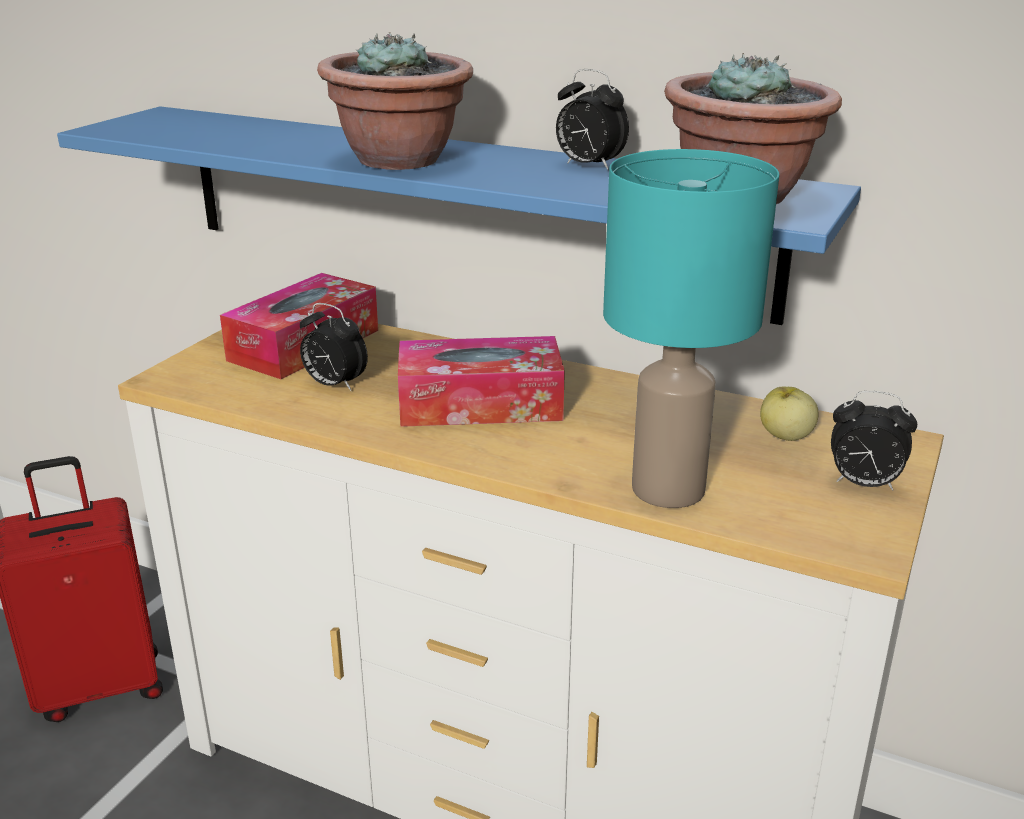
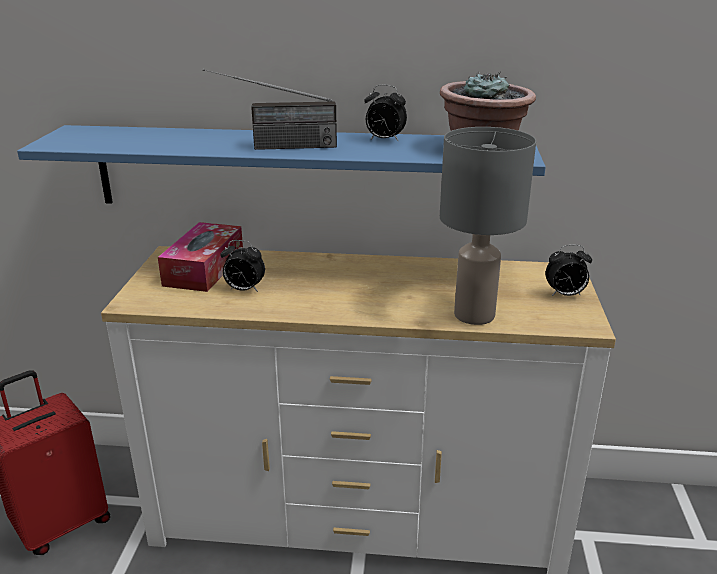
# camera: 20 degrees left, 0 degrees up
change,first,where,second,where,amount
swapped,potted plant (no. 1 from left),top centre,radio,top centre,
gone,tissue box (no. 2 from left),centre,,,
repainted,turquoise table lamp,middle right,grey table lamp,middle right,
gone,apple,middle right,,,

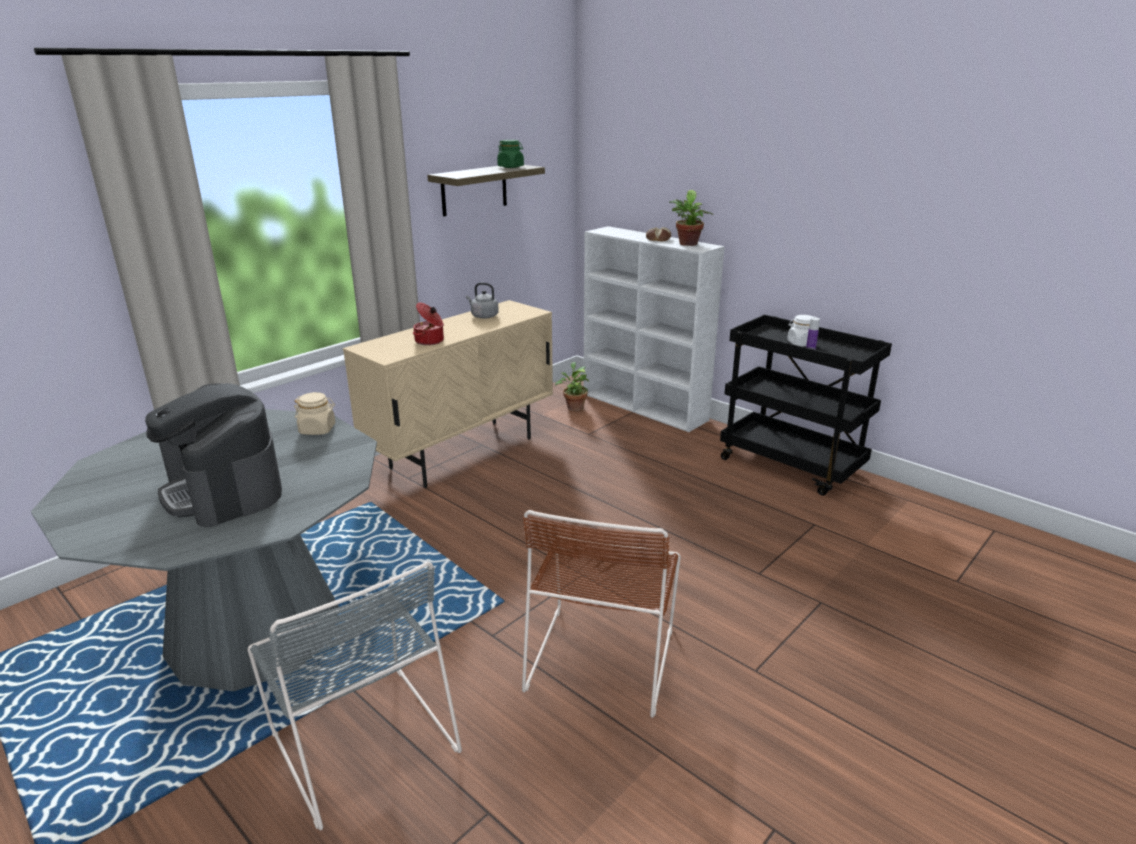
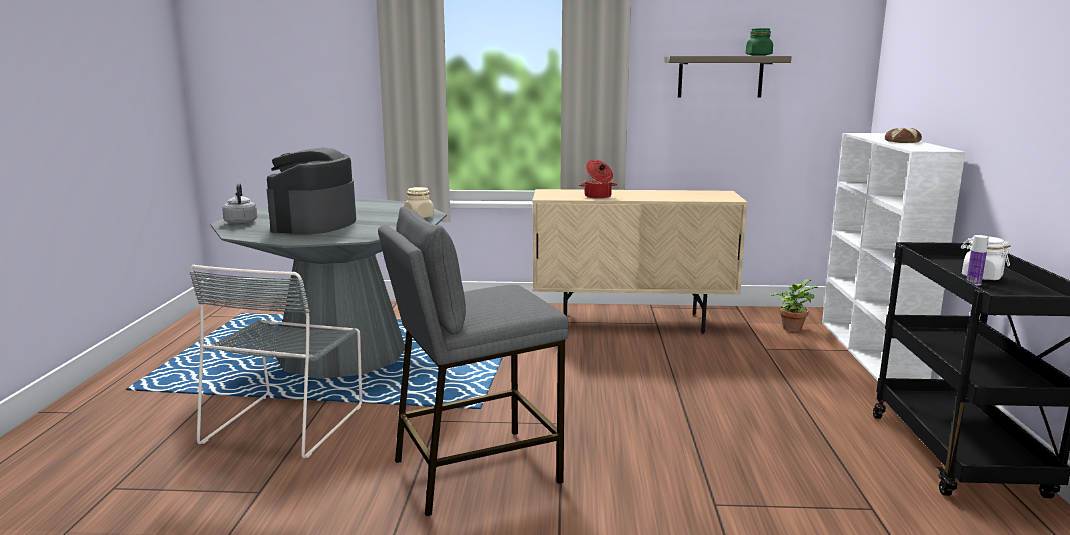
# camera: 50 degrees right, 10 degrees down
change,first,where,second,where,amount
shifted,grey kettle,centre,,middle left,
swapped,brown chair,bottom centre,grey stool,bottom centre,
gone,potted plant (no. 2 from left),top centre,,,

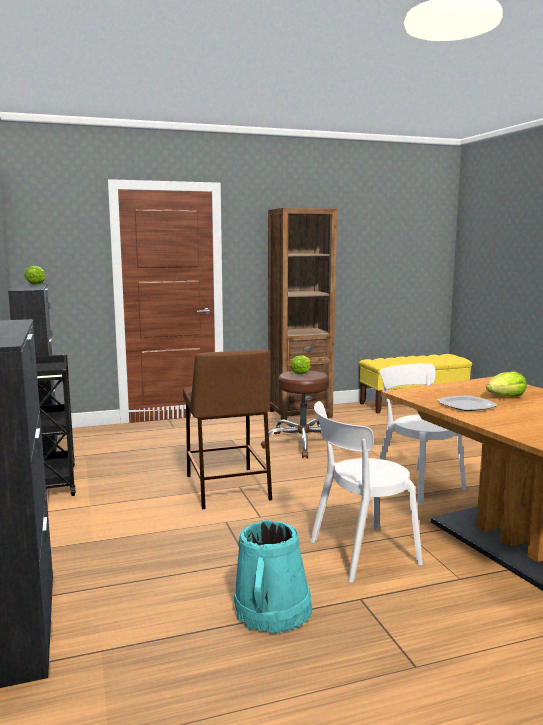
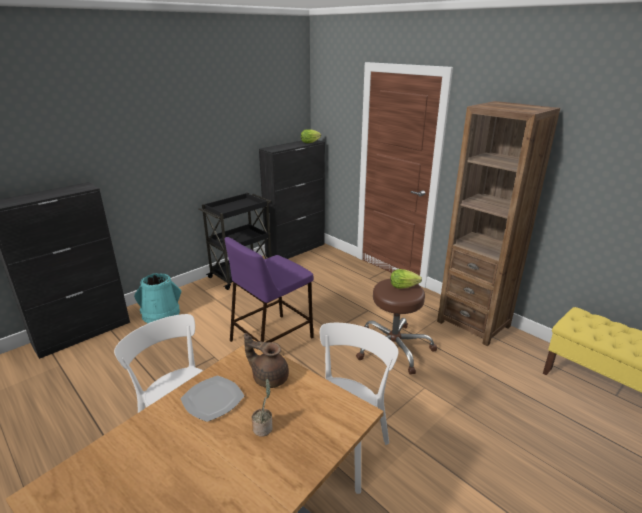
# camera: 65 degrees right, 15 degrees up
change,first,where,second,where,amount
repainted,brown stool (no. 1 from left),centre,purple stool,centre,
shifted,turquoise bucket,bottom centre,,middle left,
swapped,lettuce (no. 3 from left),middle right,potted plant,bottom centre,
new,,,brown teapot,bottom centre,

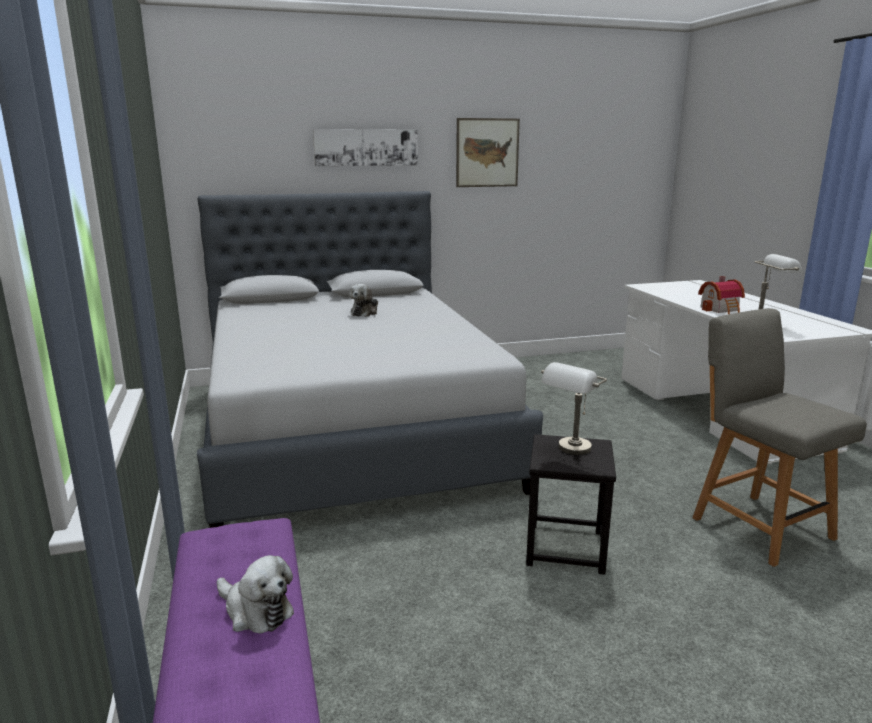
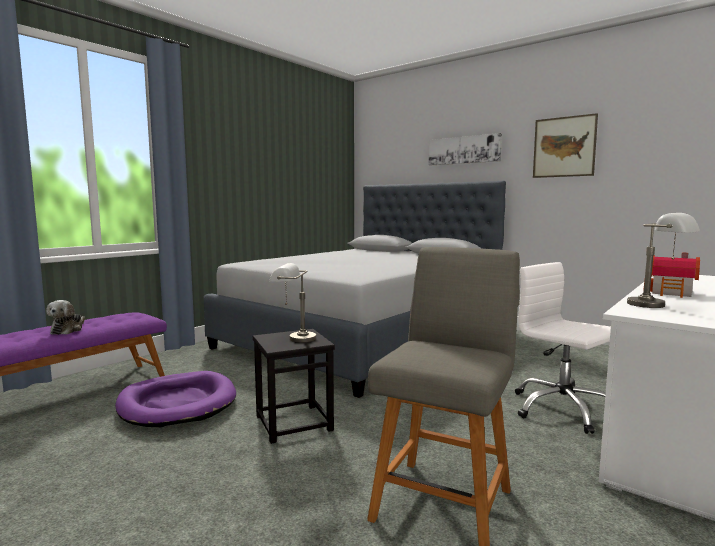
# camera: 55 degrees right, 10 degrees down
change,first,where,second,where,amount
gone,plush toy (no. 2 from left),centre,,,
new,,,purple dog bed,bottom left,
new,,,white office chair,middle right,

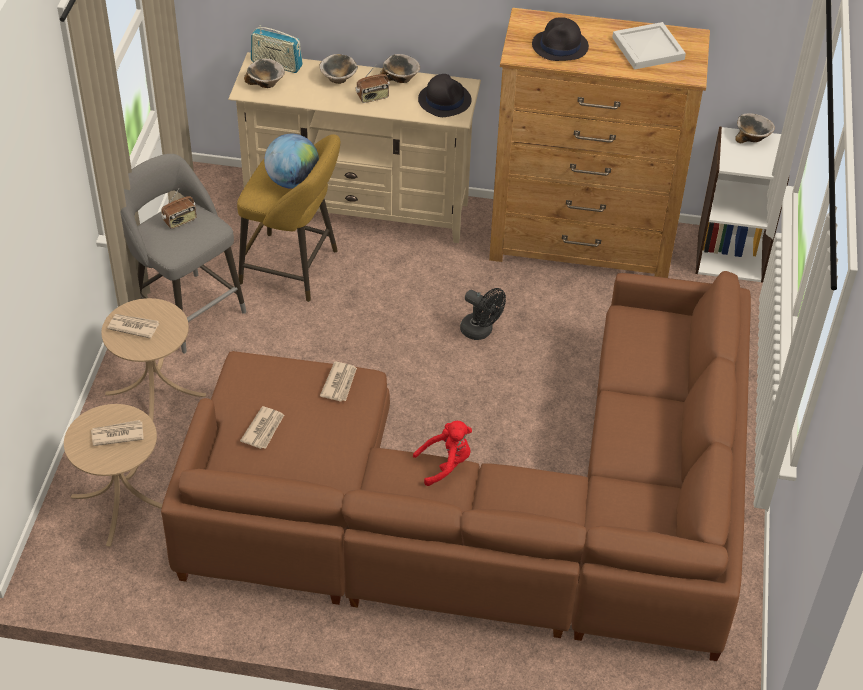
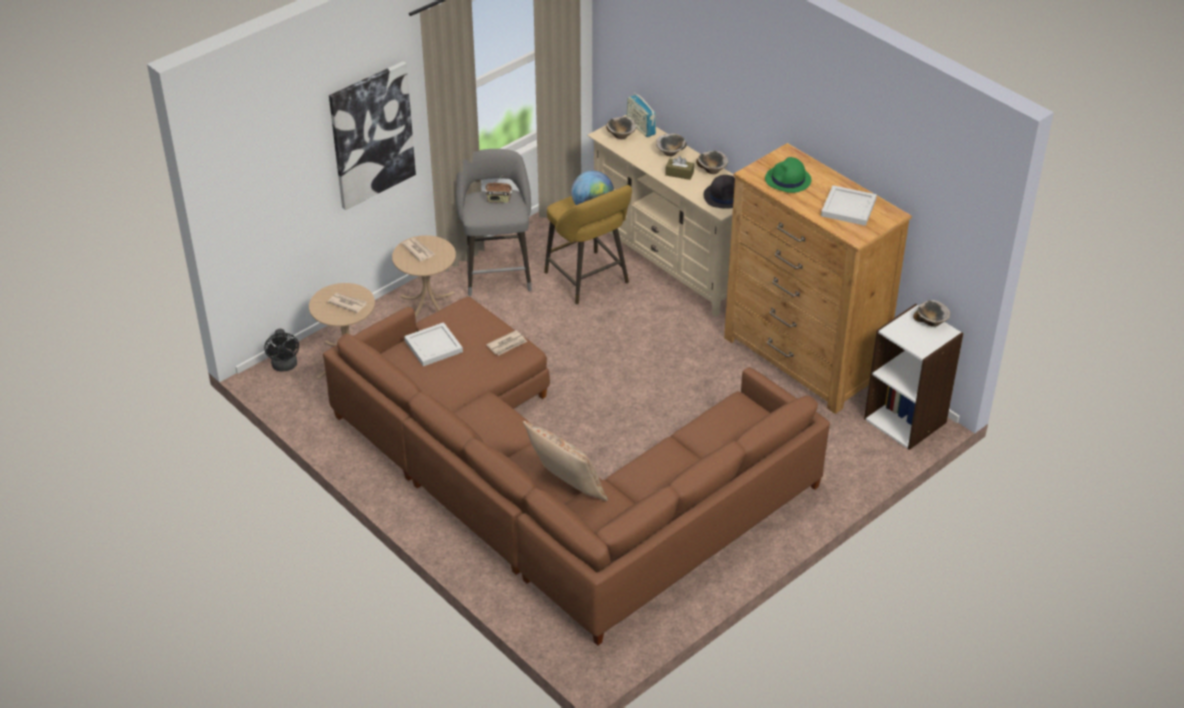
# camera: 40 degrees right, 5 degrees down
change,first,where,second,where,amount
swapped,newspaper (no. 3 from left),middle left,white tray (no. 1 from left),centre,
swapped,radio (no. 3 from left),top centre,brown tissue box,top centre,
gone,red plush toy,centre,,,
shifted,black fan,centre,,middle left,
repainted,black hat (no. 2 from left),top centre,green hat,top centre,
new,,,picture,top left,
new,,,beige pillow,centre,

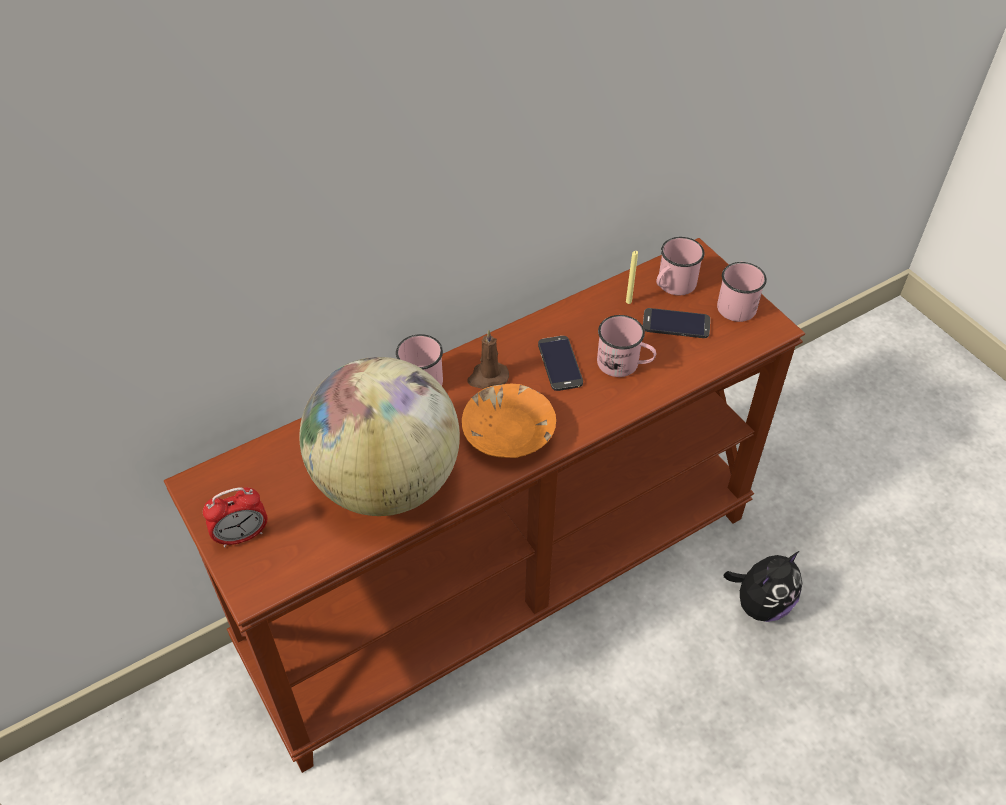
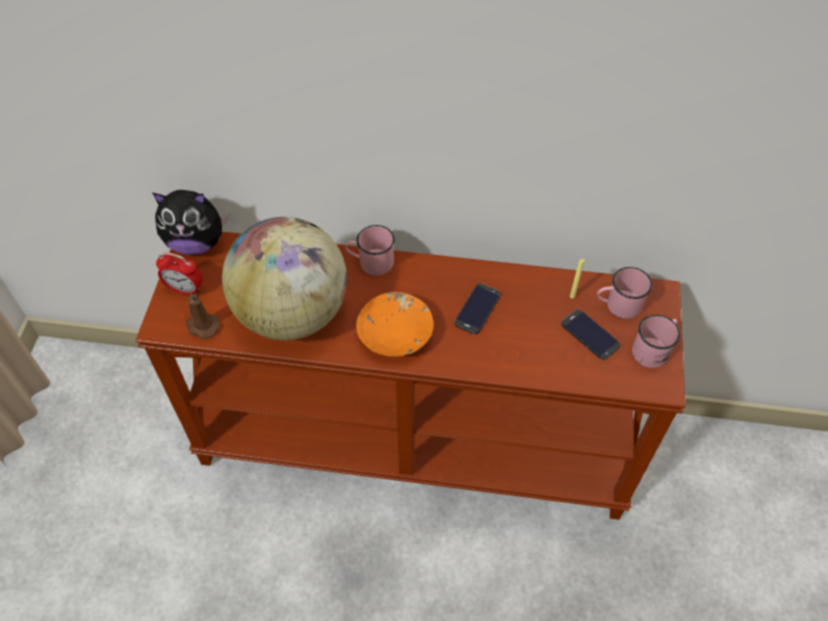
# camera: 40 degrees right, 5 degrees up
change,first,where,second,where,amount
shifted,brown candle,centre,,middle left,
gone,pink mug (no. 2 from left),centre,,,
shifted,plush toy,bottom right,,middle left,

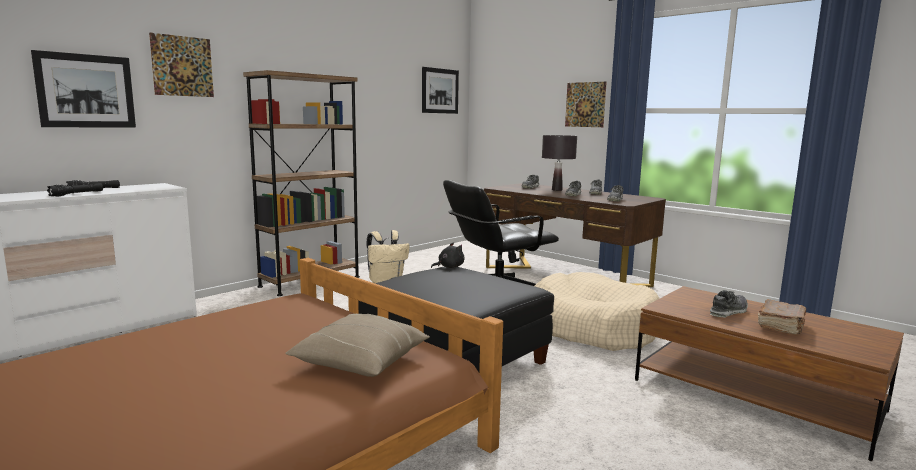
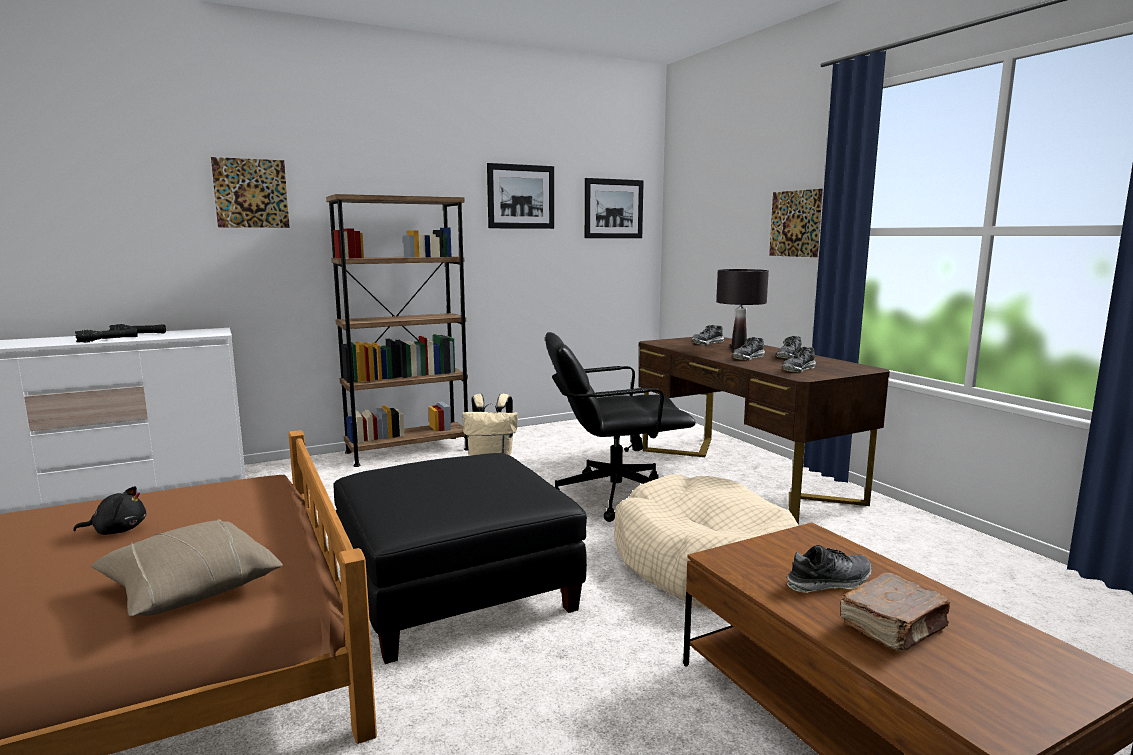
# camera: 20 degrees right, 0 degrees up
change,first,where,second,where,amount
shifted,picture (no. 1 from left in the first image),top left,picture (no. 2 from left),top centre,
shifted,black plush toy,centre,,bottom left,

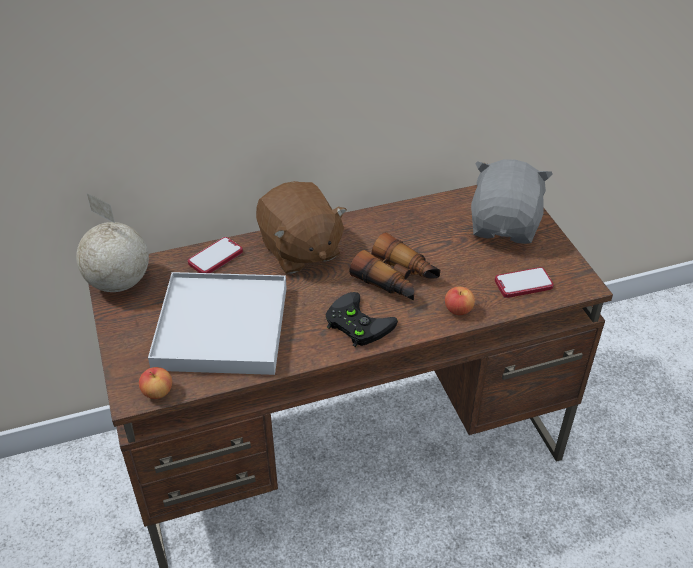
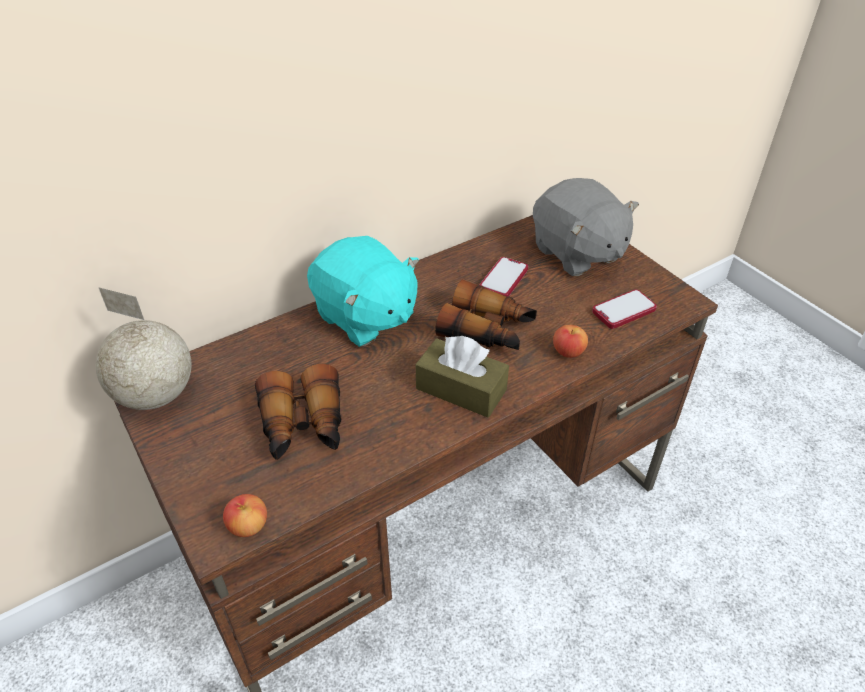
# camera: 15 degrees left, 0 degrees up
change,first,where,second,where,amount
swapped,white tray,middle left,binoculars (no. 1 from left),centre,
shifted,phone (no. 1 from left),middle left,,centre,
repainted,brown plush toy,centre,turquoise plush toy,centre,
swapped,black game controller,centre,brown tissue box,centre,
rotated,grey plush toy,middle right,,top right,150 degrees clockwise

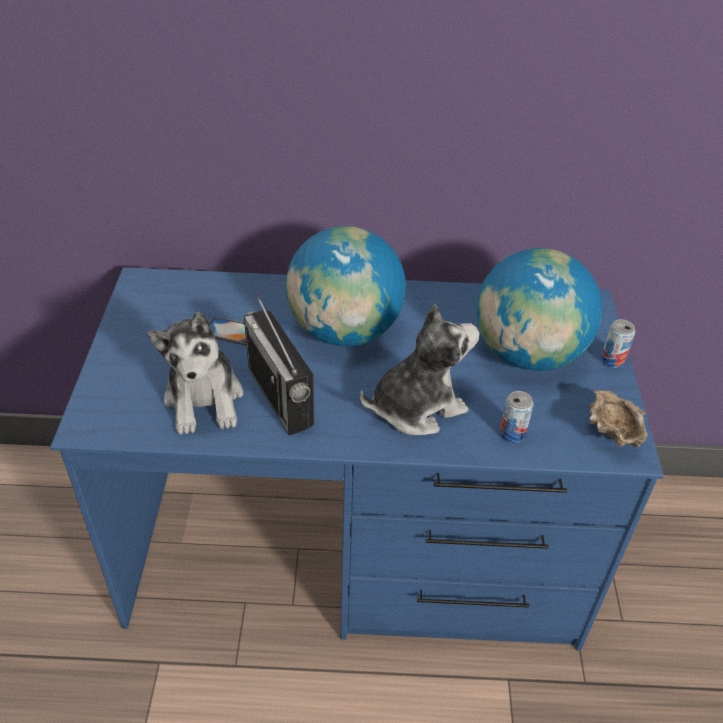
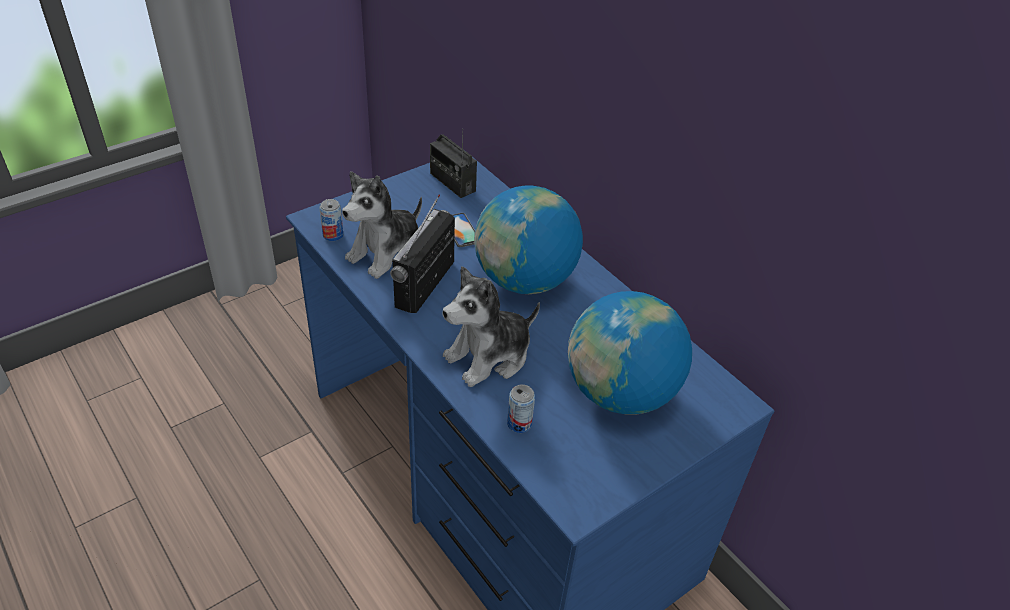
# camera: 50 degrees right, 0 degrees up
change,first,where,second,where,amount
rotated,plush toy (no. 2 from left),centre,,centre,120 degrees clockwise
gone,beige bowl,middle right,,,
shifted,can (no. 2 from left in the first image),middle right,can (no. 1 from left),middle left,
new,,,radio (no. 2 from left),top centre,

